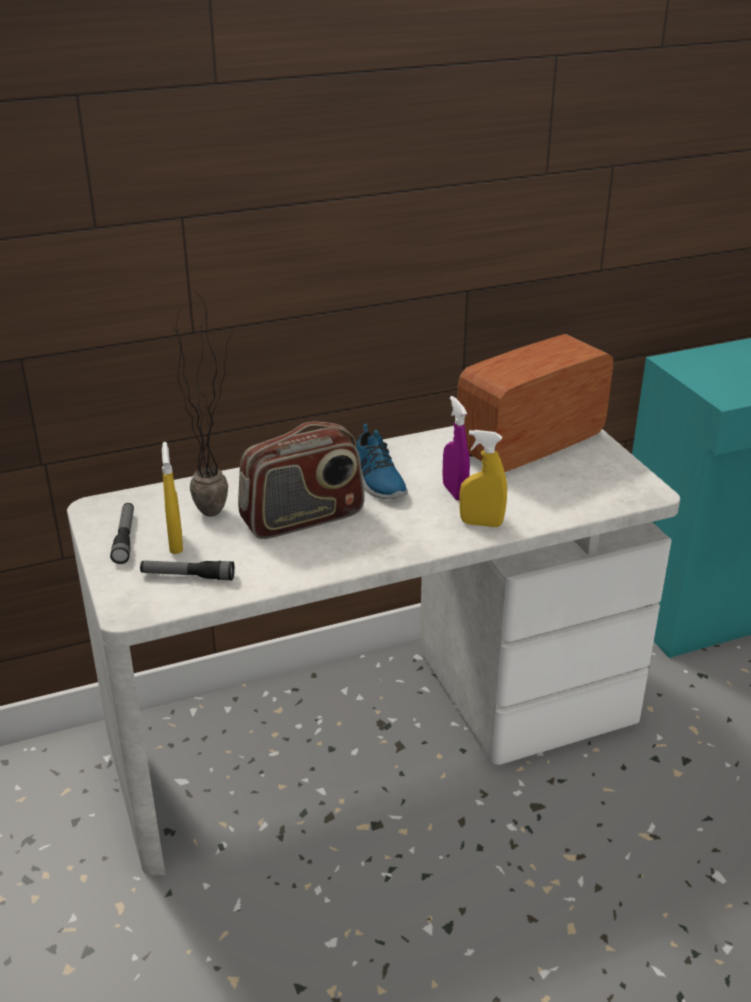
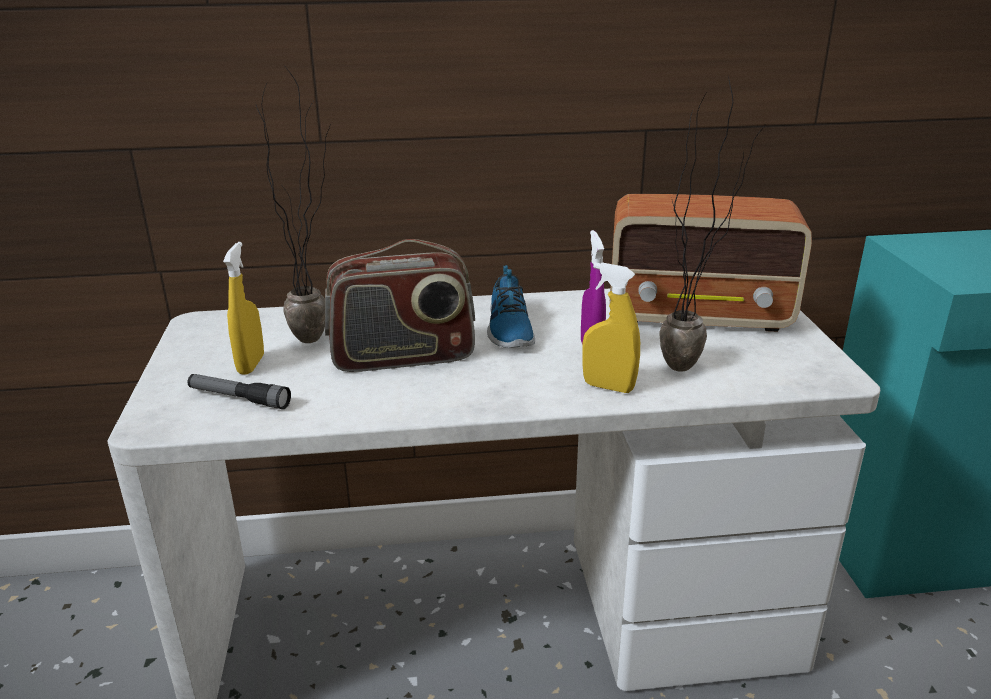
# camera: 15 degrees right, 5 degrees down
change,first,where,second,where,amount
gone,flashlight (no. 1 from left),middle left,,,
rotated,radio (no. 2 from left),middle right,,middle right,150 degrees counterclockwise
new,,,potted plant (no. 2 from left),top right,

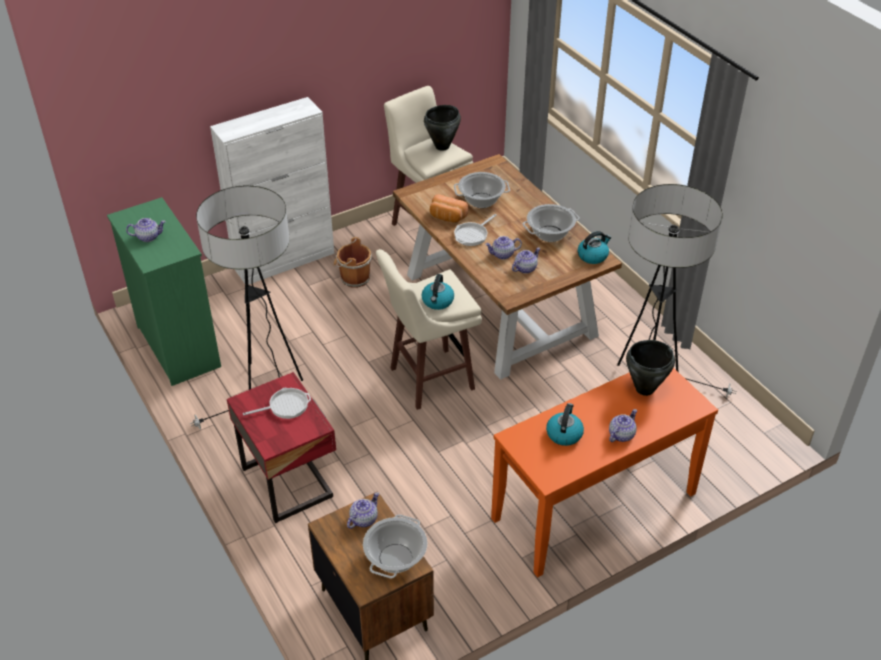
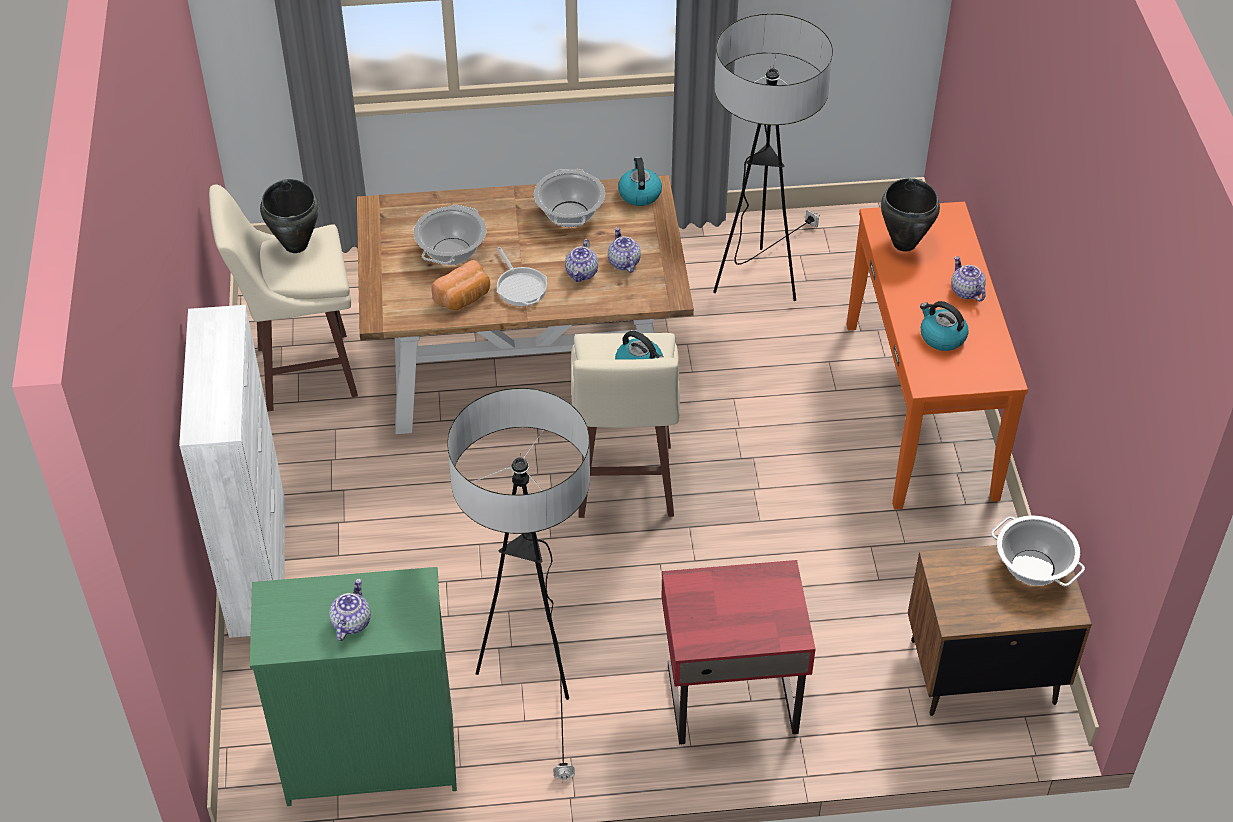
# camera: 65 degrees left, 5 degrees up
change,first,where,second,where,amount
gone,frying pan (no. 1 from left),middle left,,,
gone,brown bucket,centre,,,
gone,teapot (no. 2 from left),bottom centre,,,

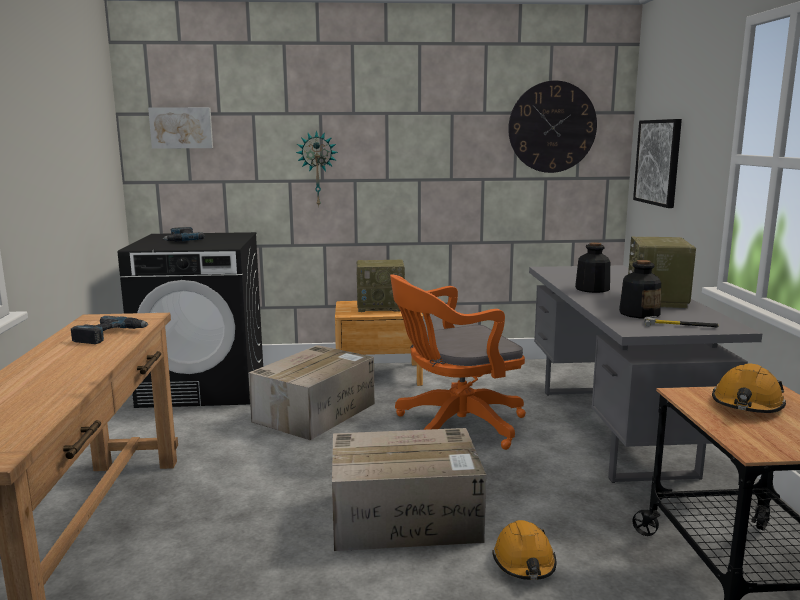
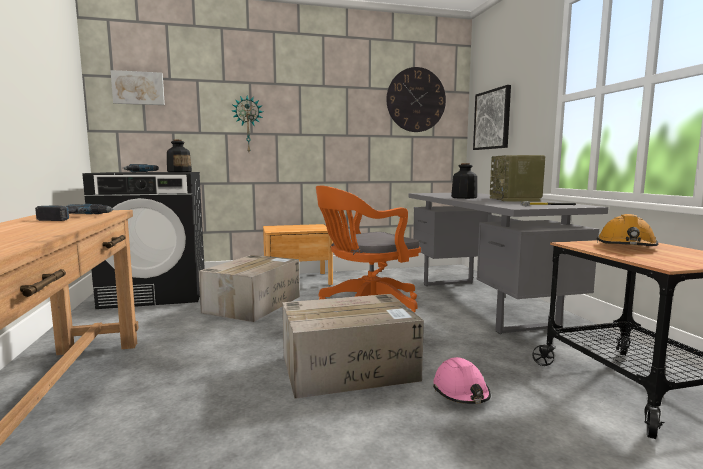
# camera: 10 degrees left, 5 degrees down
change,first,where,second,where,amount
gone,radio (no. 1 from left),centre,,,
repainted,orange hard hat (no. 1 from left),bottom centre,pink hard hat,bottom centre,
shifted,bottle (no. 2 from left in the first image),middle right,bottle (no. 1 from left),top left,

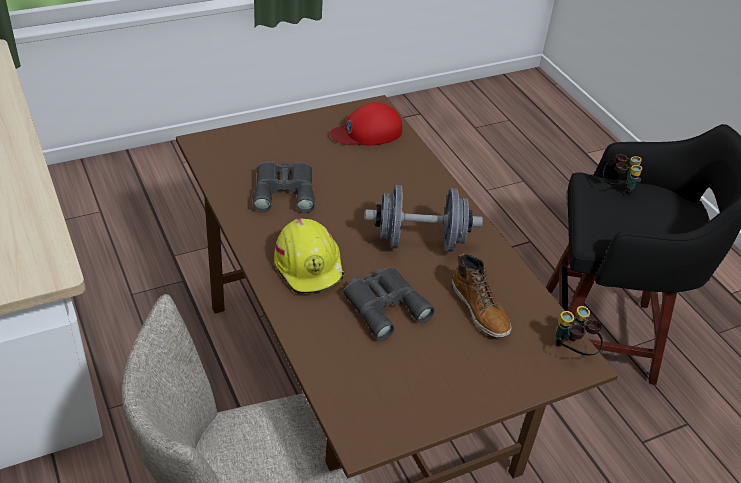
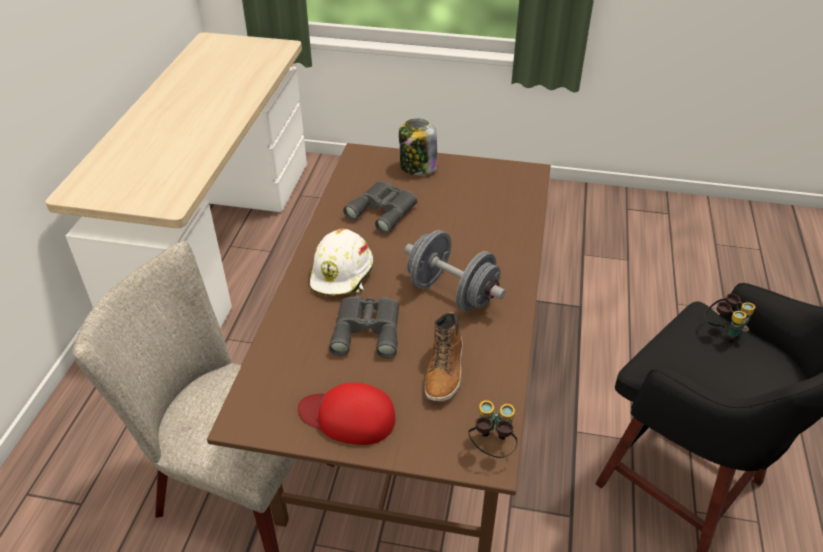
# camera: 40 degrees right, 0 degrees up
change,first,where,second,where,amount
repainted,yellow hard hat,centre,white hard hat,centre,
shifted,red cap,top centre,,bottom centre,
new,,,jar,top centre,

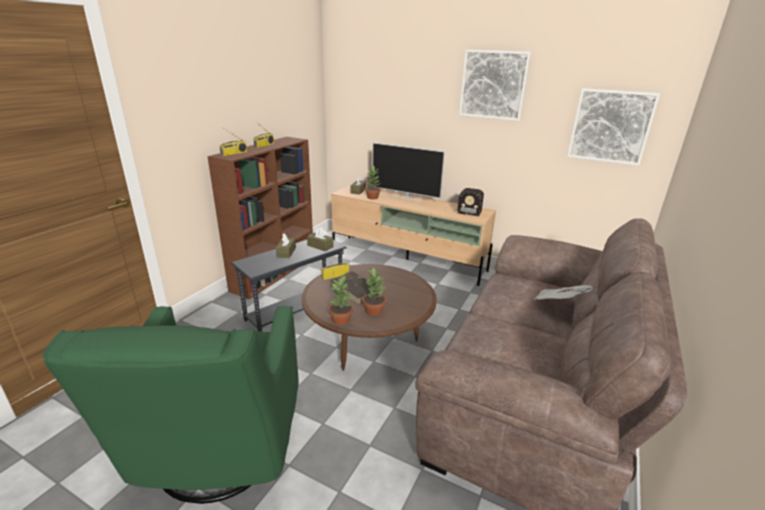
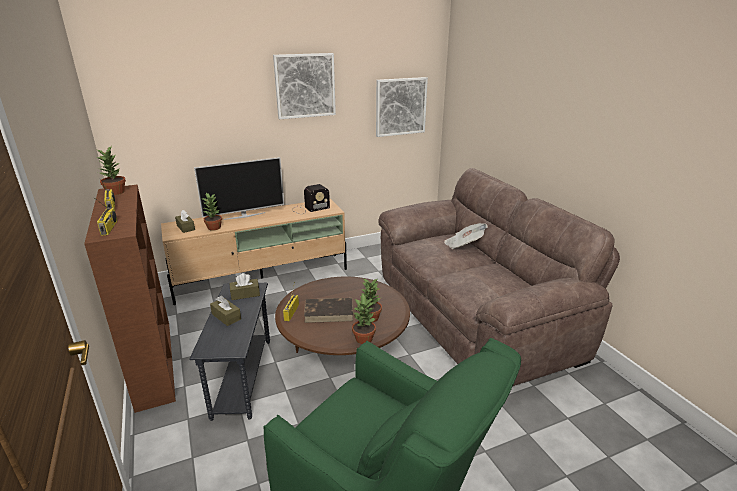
# camera: 50 degrees left, 0 degrees up
change,first,where,second,where,amount
new,,,potted plant (no. 1 from left),middle left,

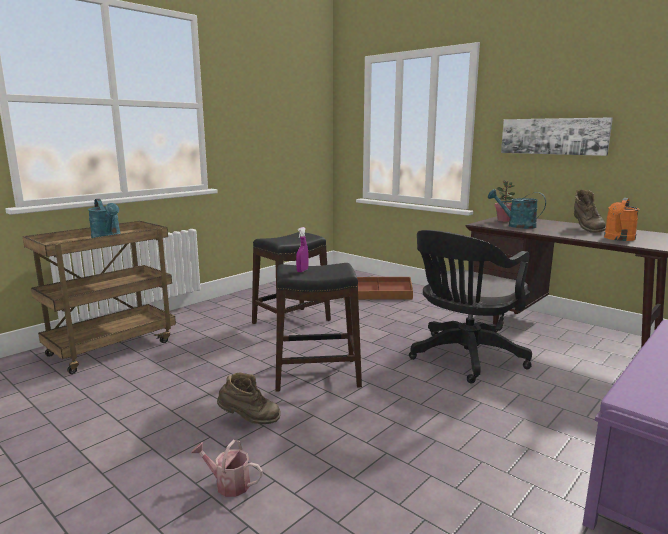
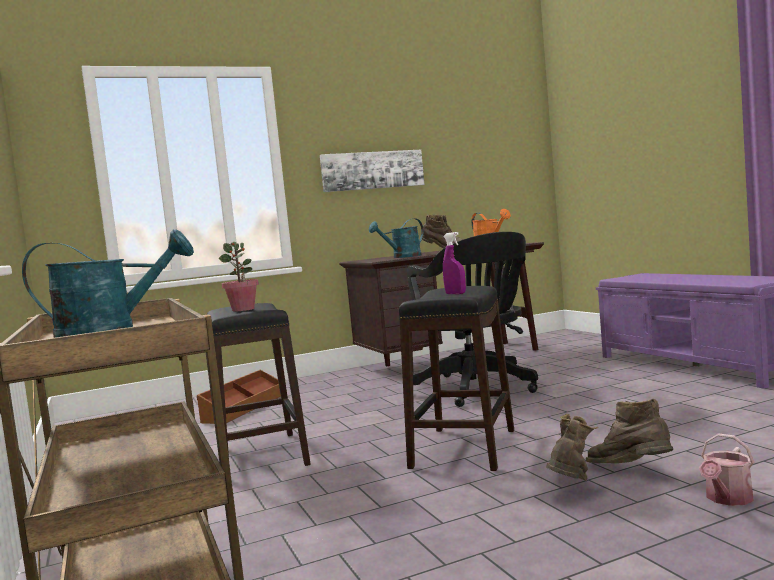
# camera: 65 degrees left, 10 degrees down
change,first,where,second,where,amount
shifted,potted plant,middle right,,middle left,
new,,,brown boot (no. 3 from left),bottom right,

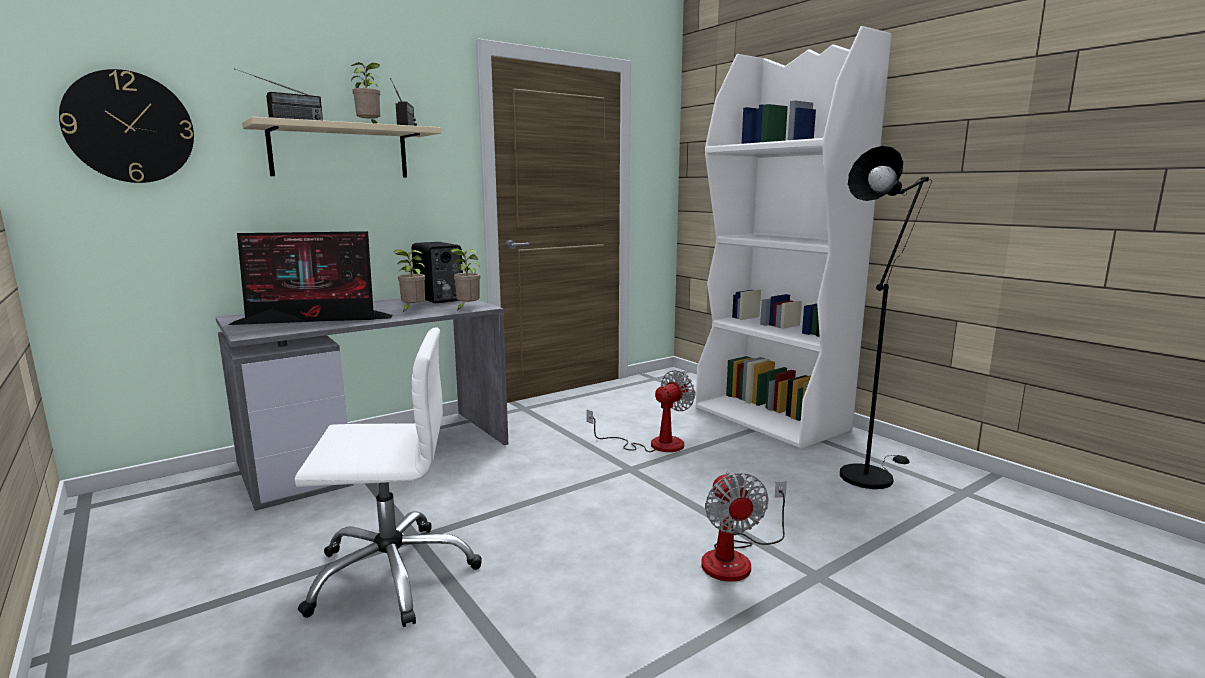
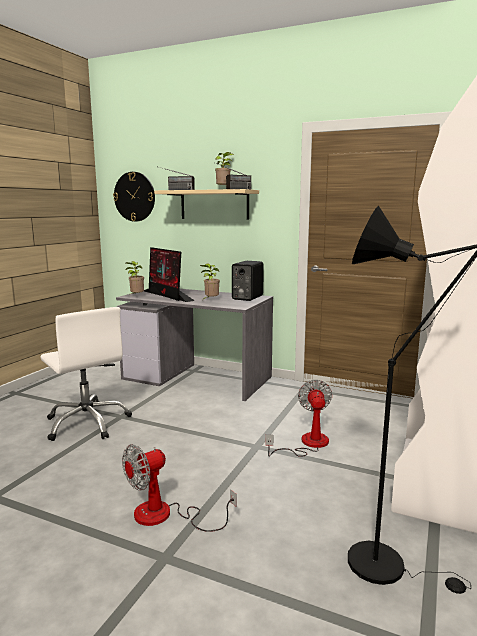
# camera: 60 degrees right, 0 degrees up
change,first,where,second,where,amount
shifted,potted plant (no. 3 from left in the first image),centre,potted plant (no. 1 from left),middle left,
rotated,fan (no. 1 from left in the first image),centre,fan (no. 2 from left),centre,105 degrees counterclockwise

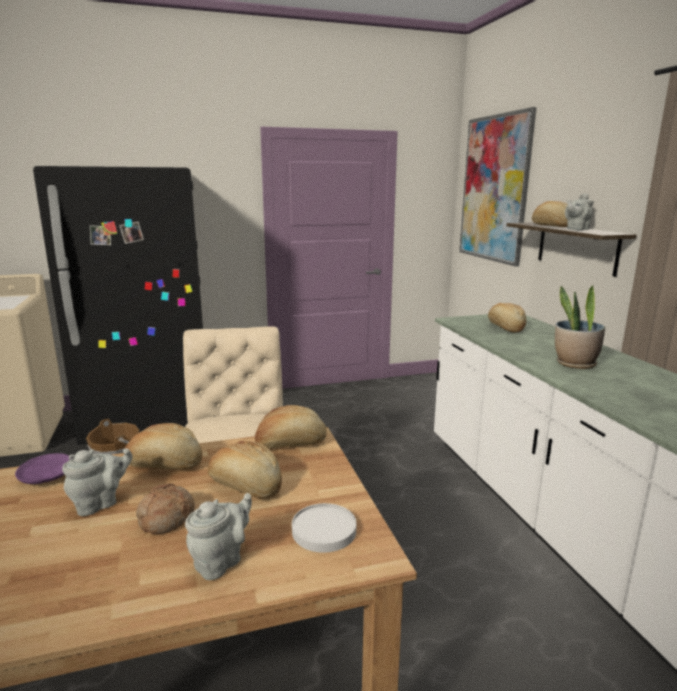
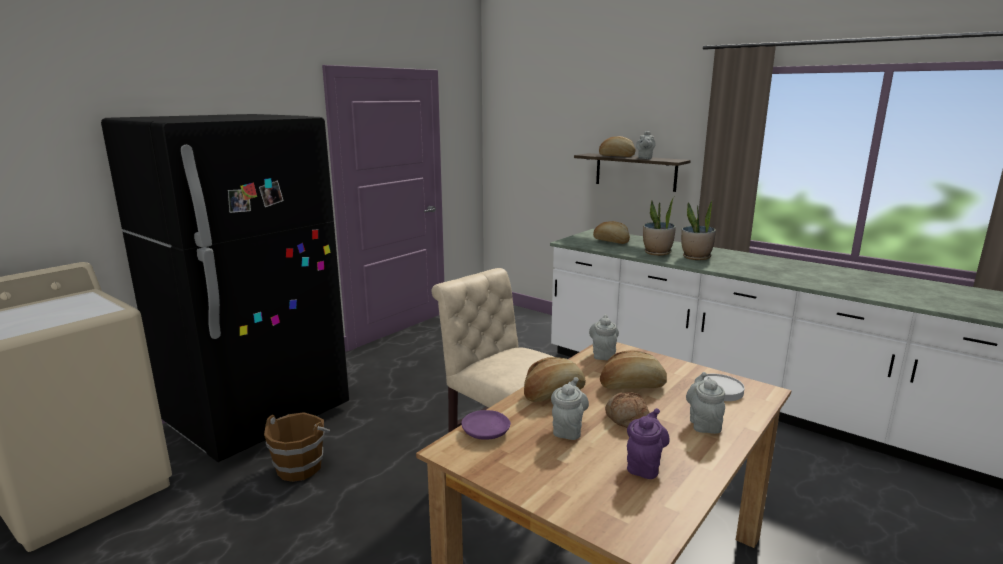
# camera: 35 degrees left, 0 degrees up
change,first,where,second,where,amount
swapped,bread (no. 4 from left),centre,grey teapot (no. 2 from left),centre,
gone,picture,top right,,,
new,,,purple teapot,bottom centre,
new,,,potted plant (no. 1 from left),centre,

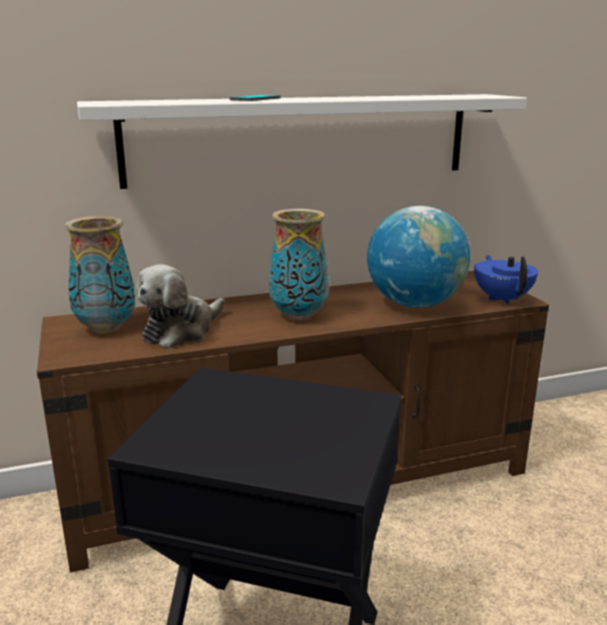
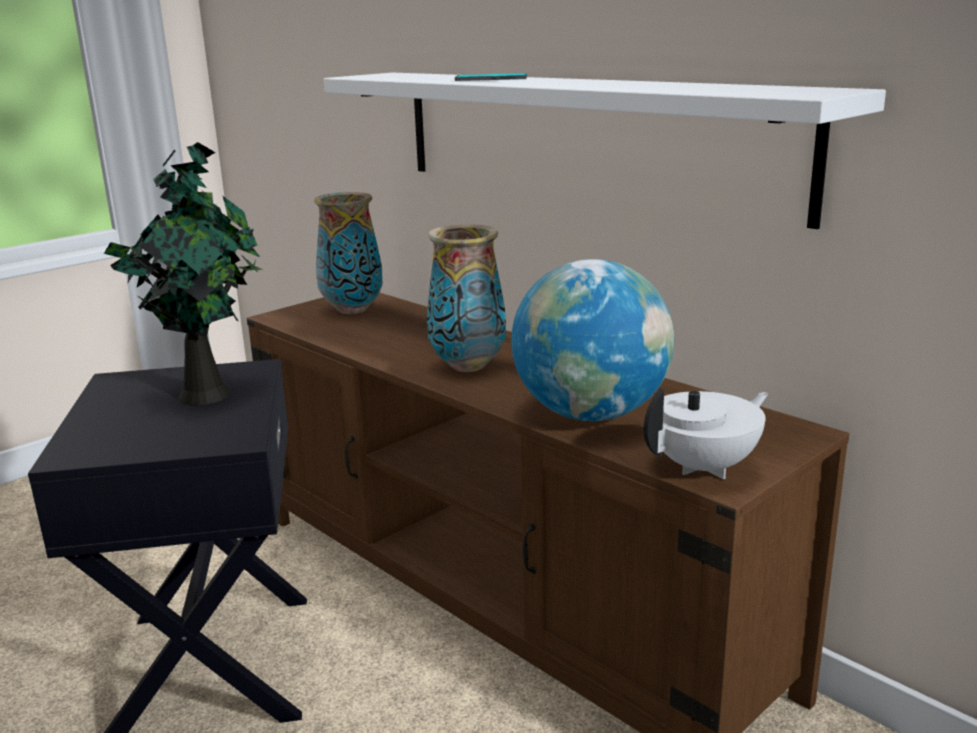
# camera: 65 degrees right, 0 degrees up
change,first,where,second,where,amount
gone,plush toy,middle left,,,
repainted,blue teapot,middle right,white teapot,middle right,
new,,,potted plant,middle left,

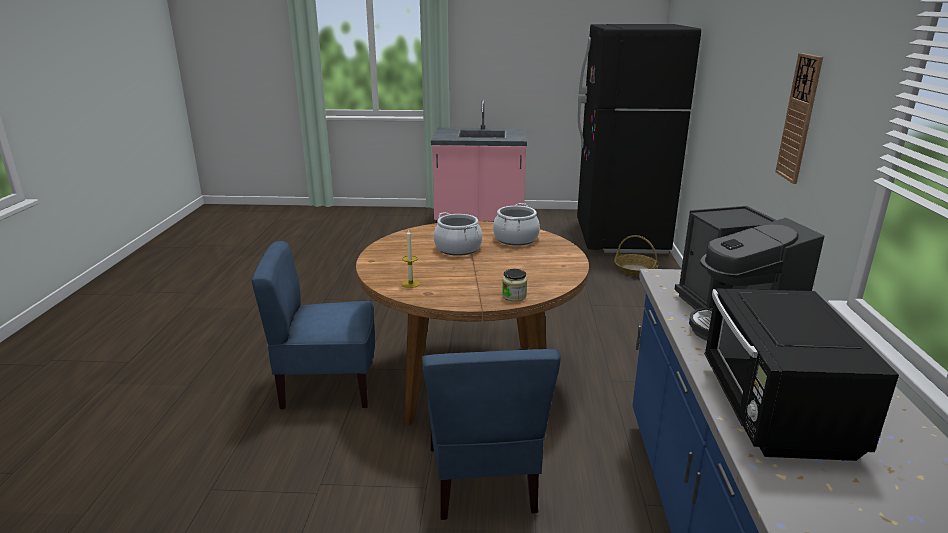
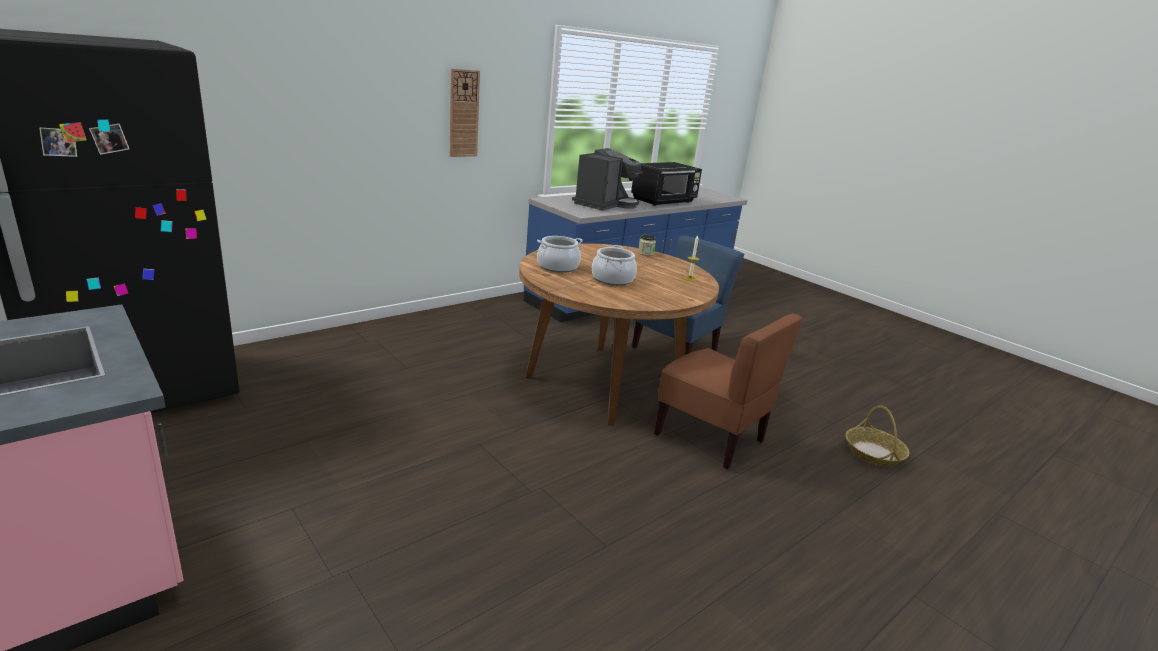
# camera: 135 degrees left, 0 degrees up
change,first,where,second,where,amount
repainted,blue chair (no. 1 from left),middle left,brown chair,centre,
shifted,basket,middle right,,bottom right,

